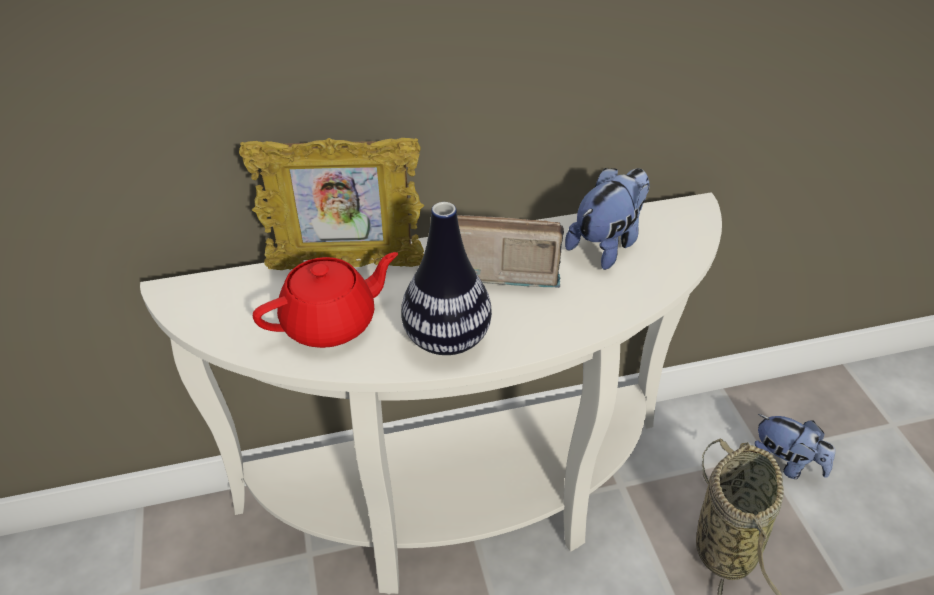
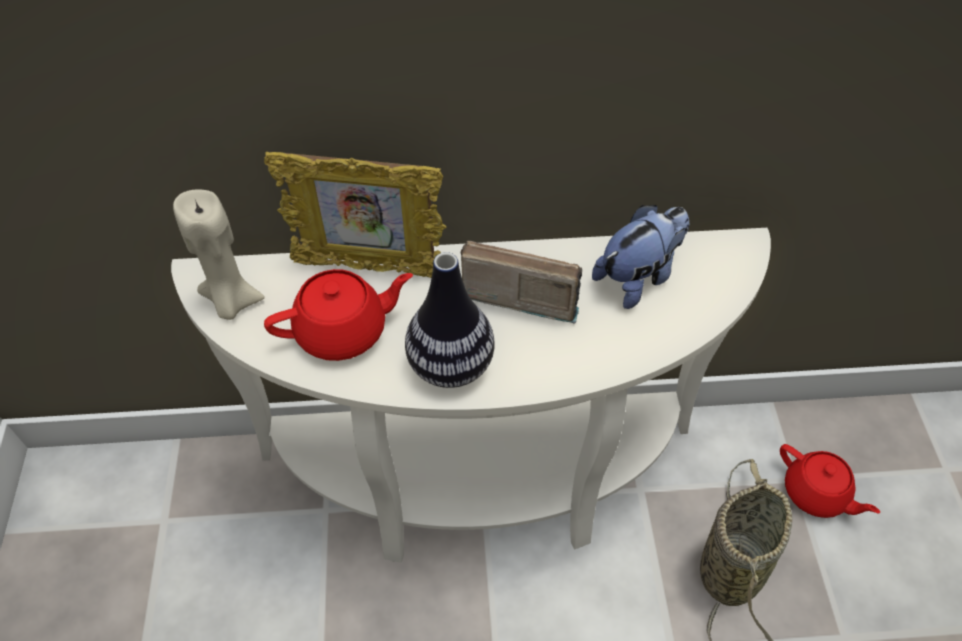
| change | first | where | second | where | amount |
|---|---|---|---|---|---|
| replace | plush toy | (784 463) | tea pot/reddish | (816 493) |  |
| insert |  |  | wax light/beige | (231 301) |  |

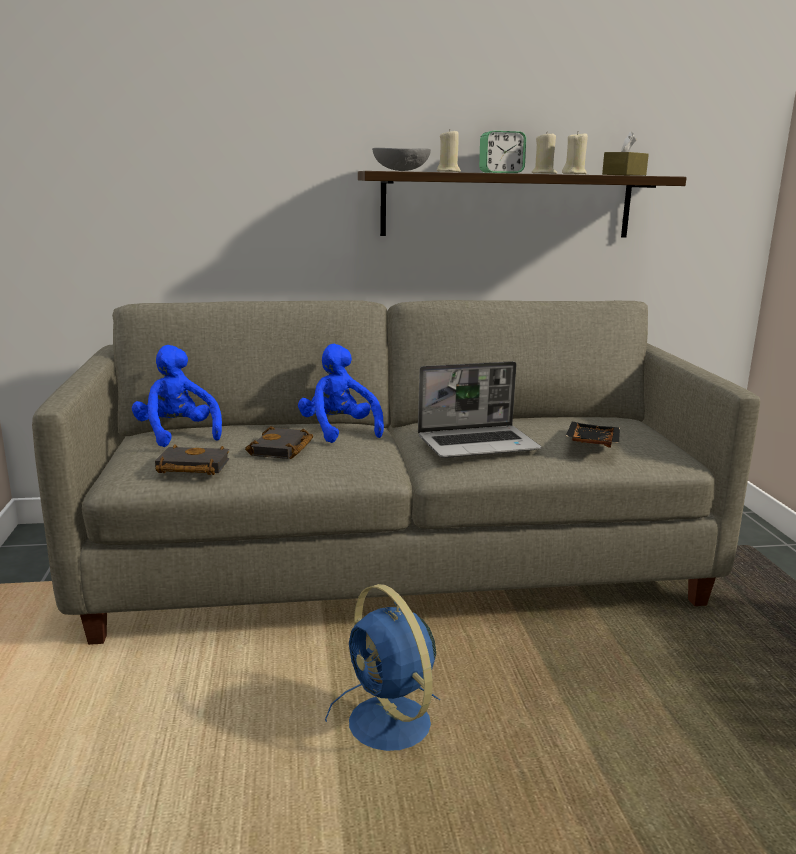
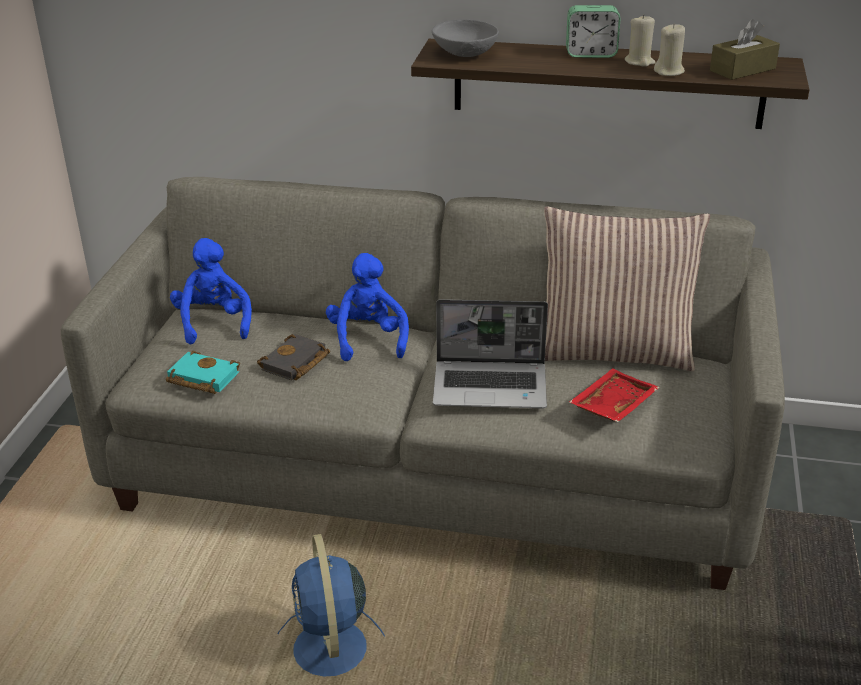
| change | first | where | second | where | amount |
|---|---|---|---|---|---|
| delete | wax light/beige | (448 171) |  |  |  |
| recolor | tray/blackish | (590 443) | tray/reddish | (612 405) |  |
| recolor | bound book/blackish | (190 467) | bound book/turquoise | (201 378) |  |
| insert |  |  | cushion | (613 351) |  |

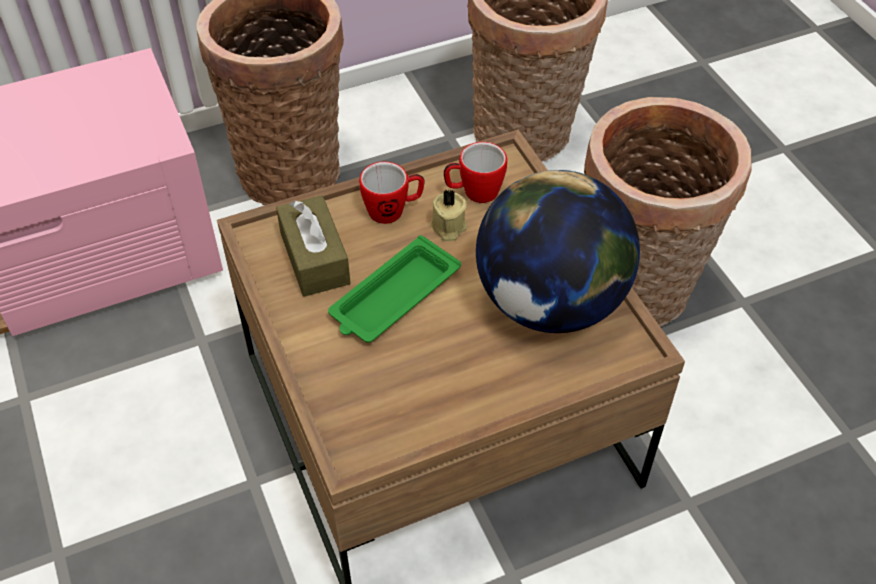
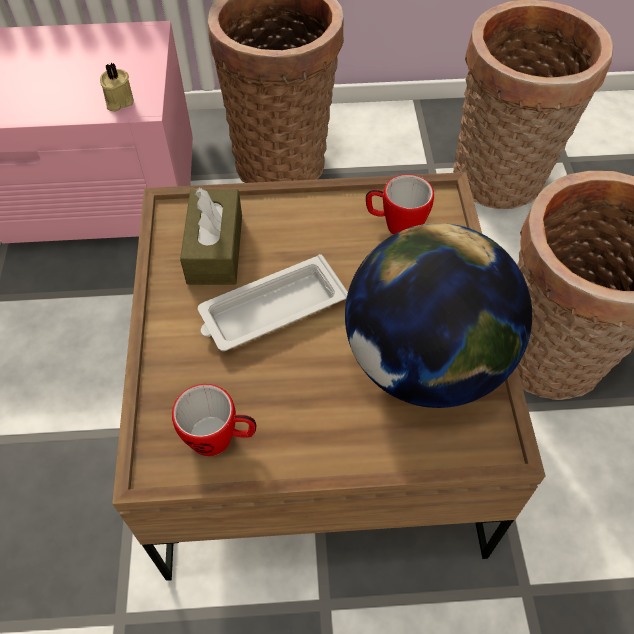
| change | first | where | second | where | amount |
|---|---|---|---|---|---|
| move | coffee mug | (393 210) |  | (220 438) |  |
| move | wax light/beige | (448 228) |  | (118 101) |  |
| recolor | tray/greenish | (393 297) | tray/white-coloured | (271 310) |  |

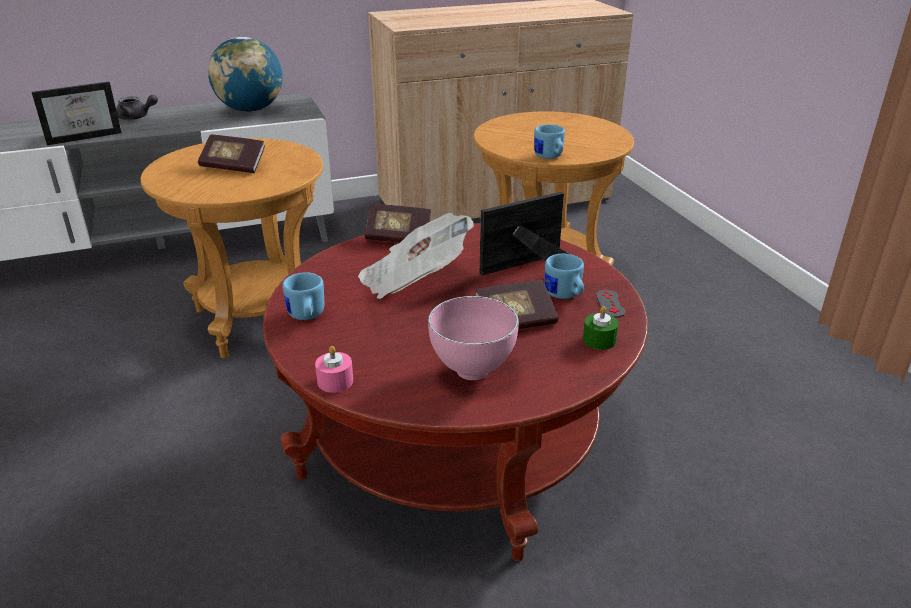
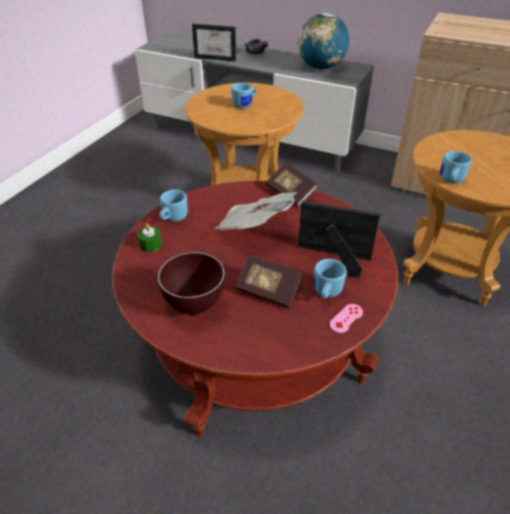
| change | first | where | second | where | amount |
|---|---|---|---|---|---|
| replace | bound book | (233 166) | coffee mug/blue-coloured | (245 104) |  |
| recolor | gamepad/gray | (610 304) | gamepad/pink-coloured | (346 318) |  |
| recolor | bowl/pink-coloured | (470 372) | bowl/brownish | (194 306) |  |
| move | wax light/greenish | (599 340) |  | (151 244) |  |
| delete | wax light/pink-coloured | (335 381) |  |  |  |

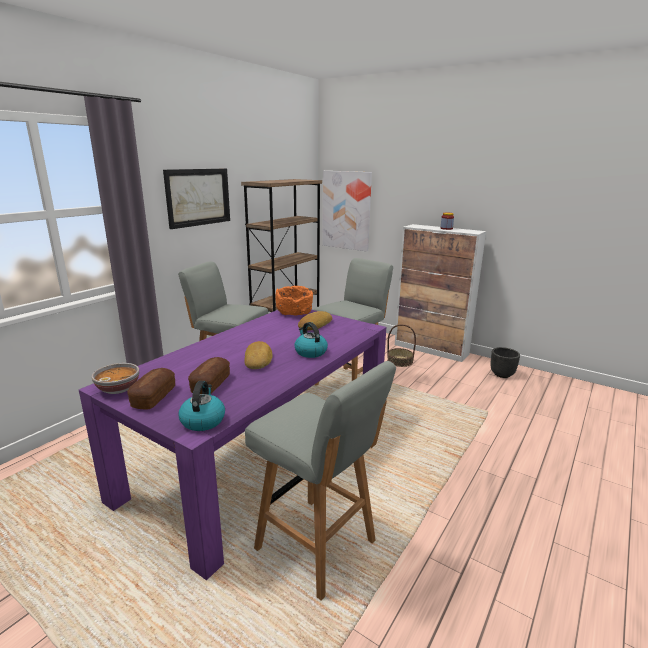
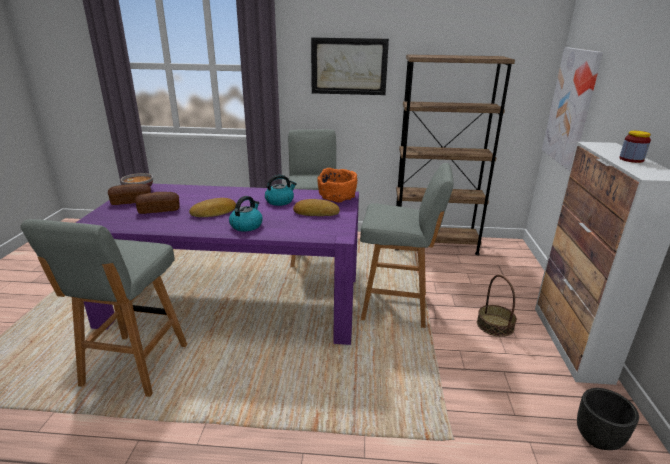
| change | first | where | second | where | amount |
|---|---|---|---|---|---|
| move | water kettle | (203 420) |  | (280 201) |  |

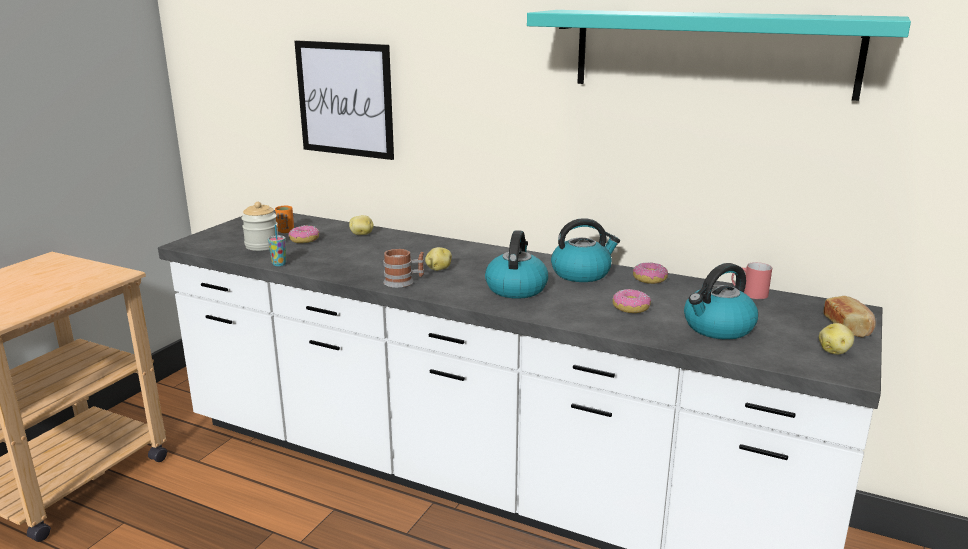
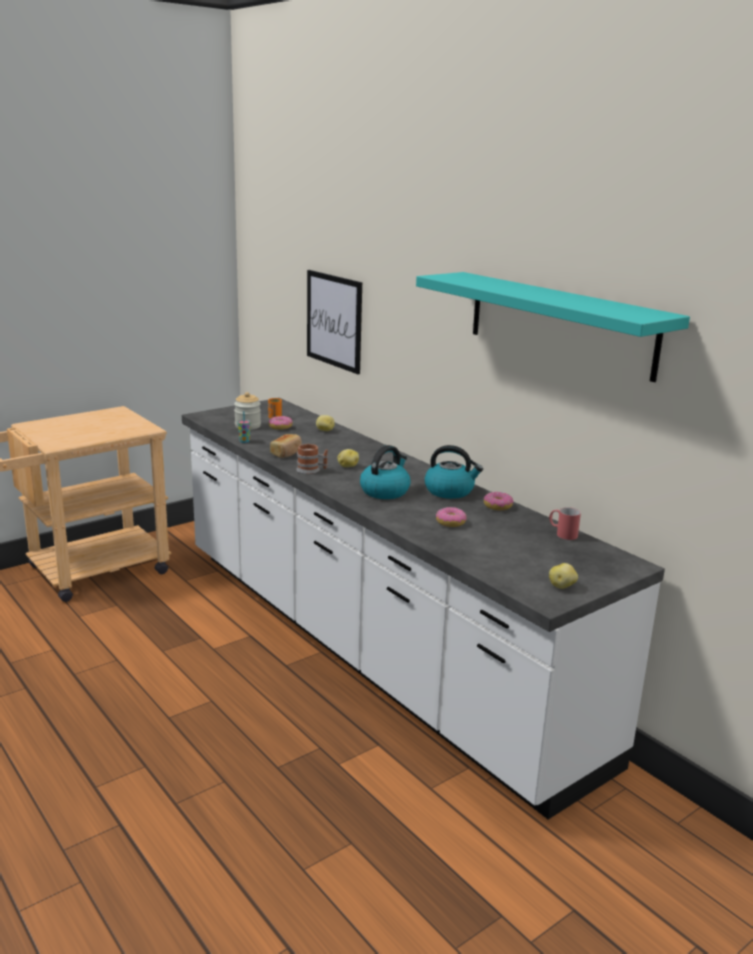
| change | first | where | second | where | amount |
|---|---|---|---|---|---|
| delete | water kettle | (717 328) |  |  |  |
| move | bakery bread | (848 327) |  | (287 453) |  |

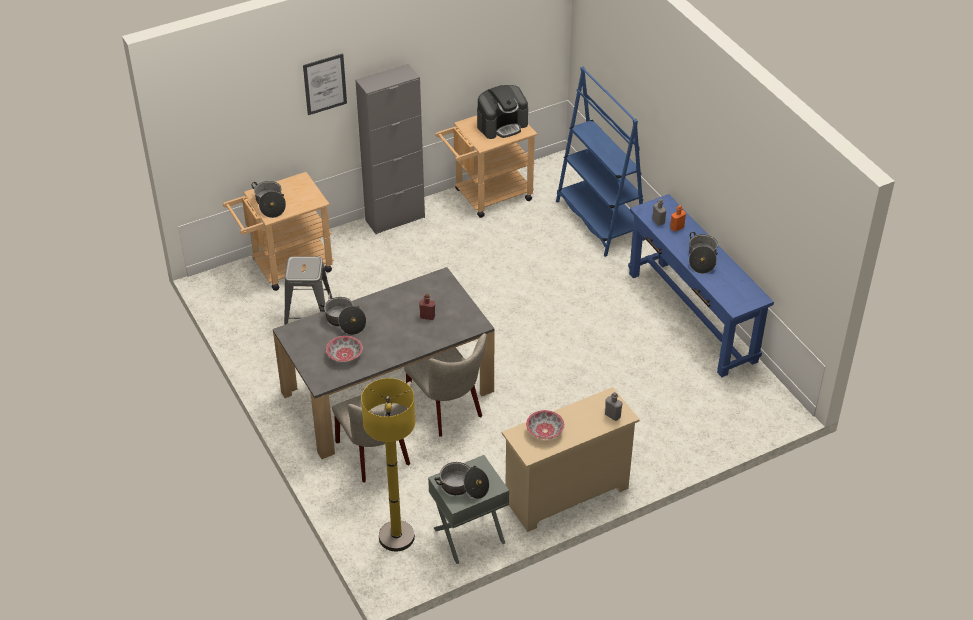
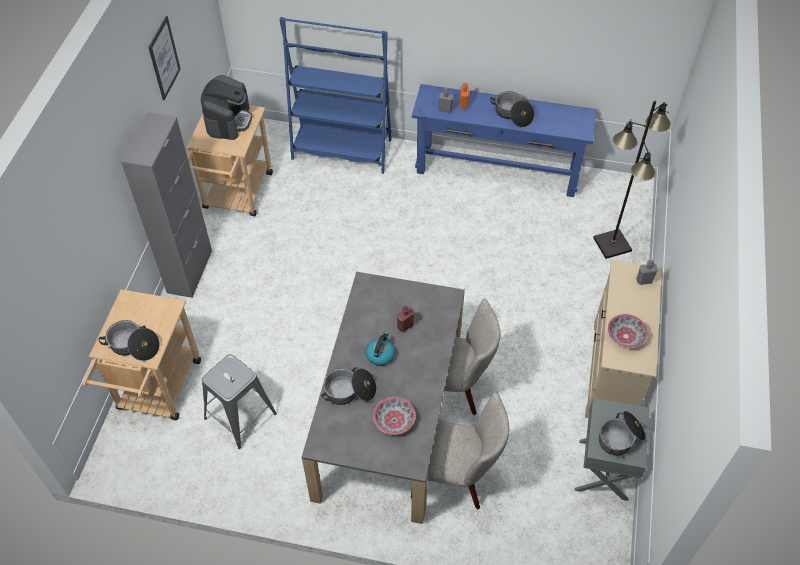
| change | first | where | second | where | amount |
|---|---|---|---|---|---|
| move | wall picture | (325 84) |  | (164 58) |  |
| delete | standard lamp/yellow | (396 537) |  |  |  |
| insert |  |  | standard lamp/blackish | (612 244) |  |
| insert |  |  | water kettle | (380 355) |  |

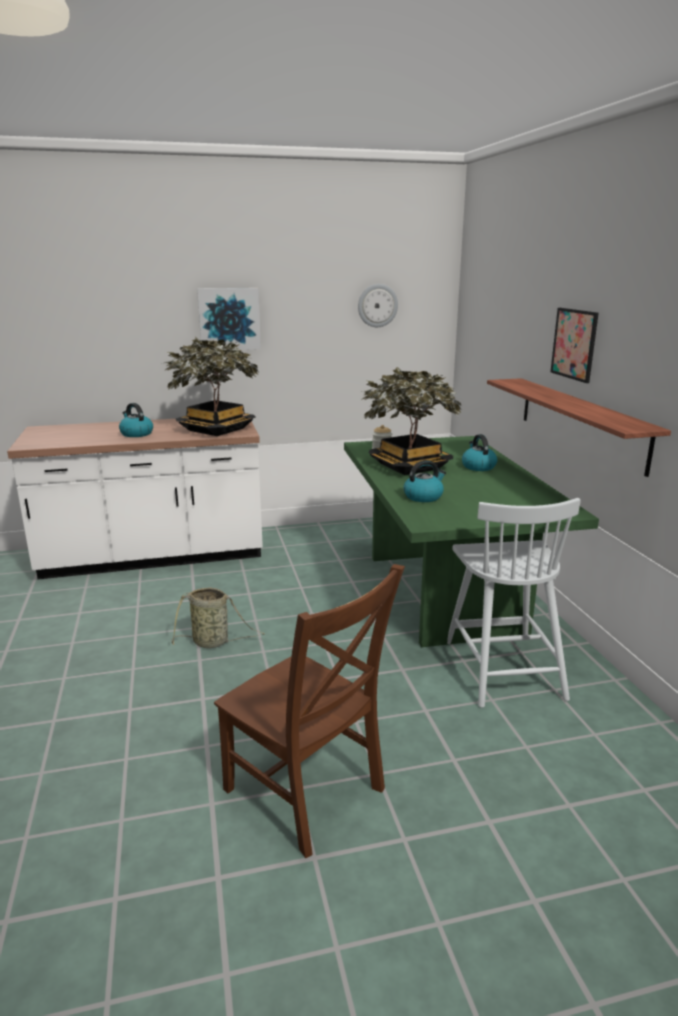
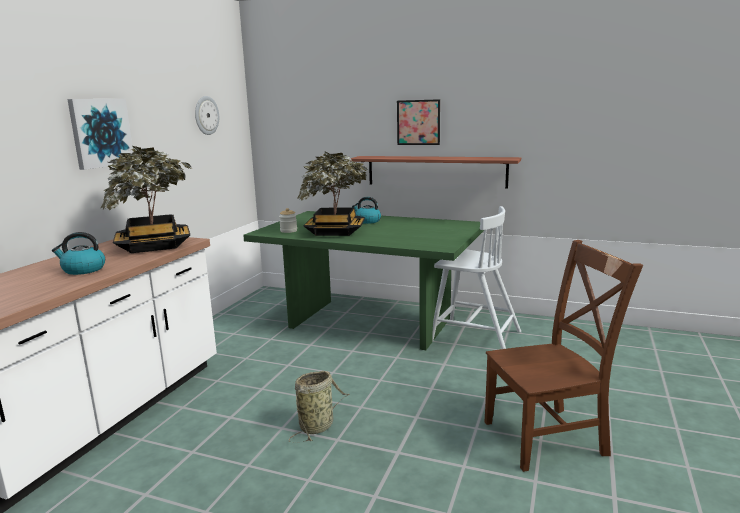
| change | first | where | second | where | amount |
|---|---|---|---|---|---|
| delete | water kettle | (423 496) |  |  |  |

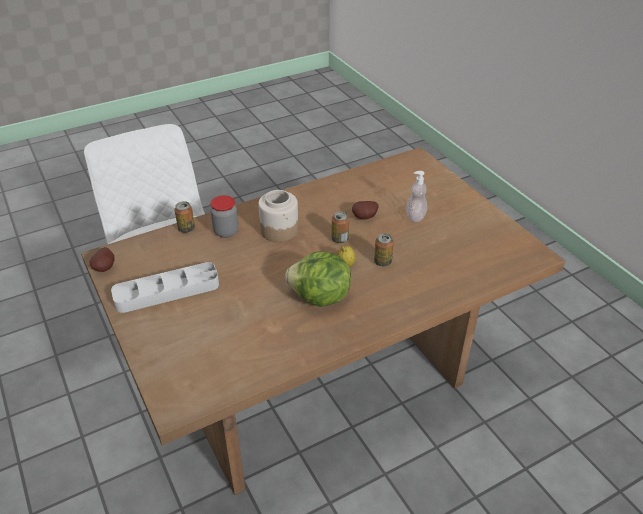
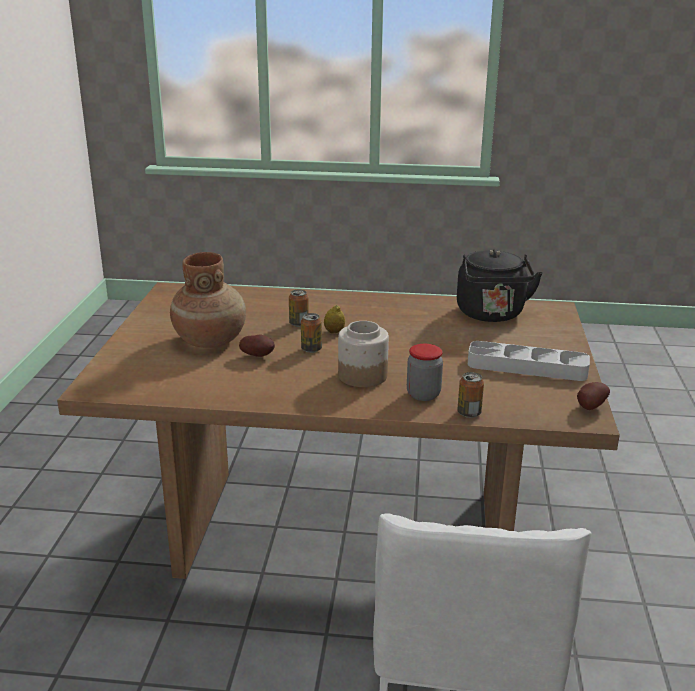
| change | first | where | second | where | amount |
|---|---|---|---|---|---|
| replace | liquid soap bottle | (415 217) | decorative vase/brownish | (210 340) |  |
| delete | lettuce head | (320 298) |  |  |  |
| insert |  |  | water kettle/blackish | (491 315) |  |

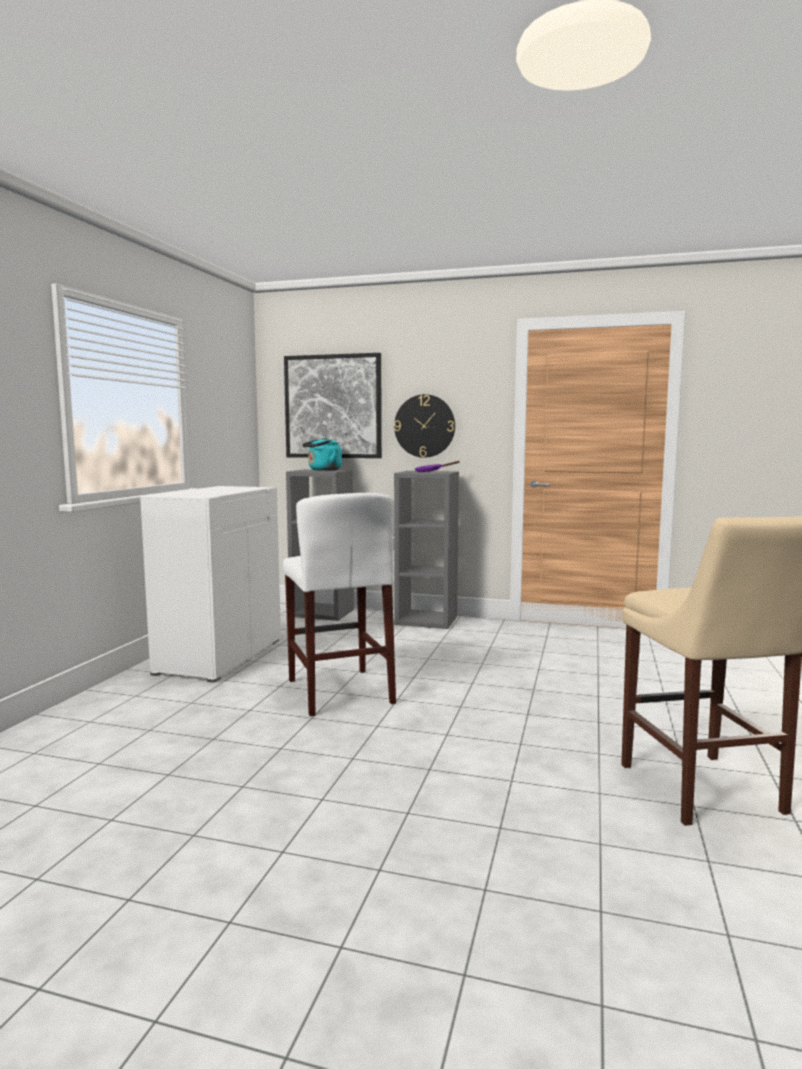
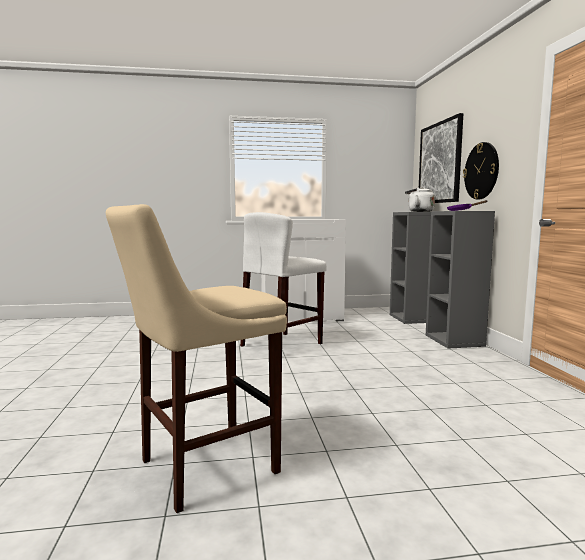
| change | first | where | second | where | amount |
|---|---|---|---|---|---|
| recolor | water kettle/turquoise | (323 470) | water kettle/white-coloured | (419 211) |  |

